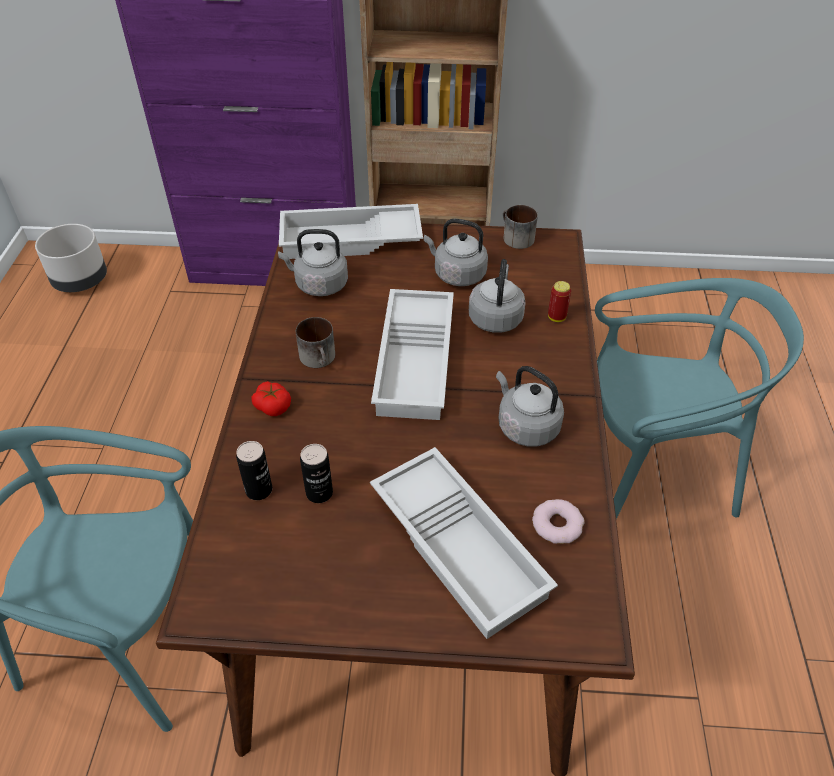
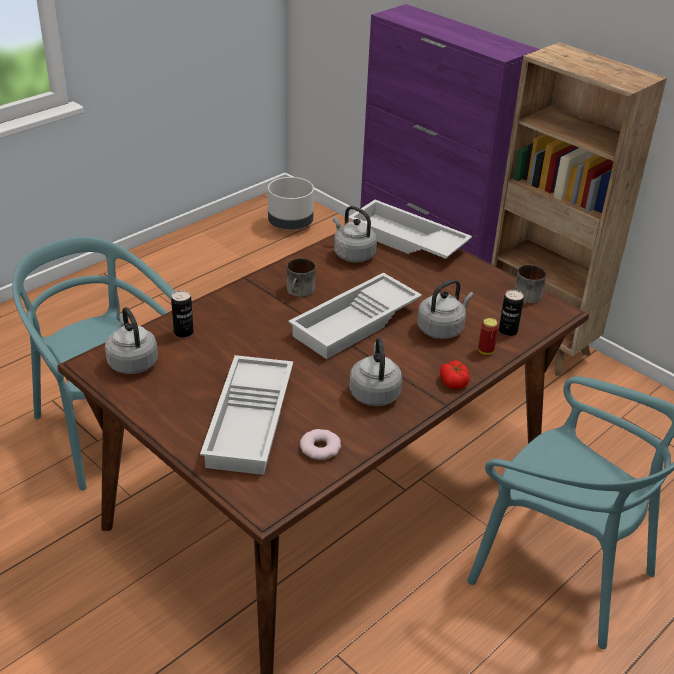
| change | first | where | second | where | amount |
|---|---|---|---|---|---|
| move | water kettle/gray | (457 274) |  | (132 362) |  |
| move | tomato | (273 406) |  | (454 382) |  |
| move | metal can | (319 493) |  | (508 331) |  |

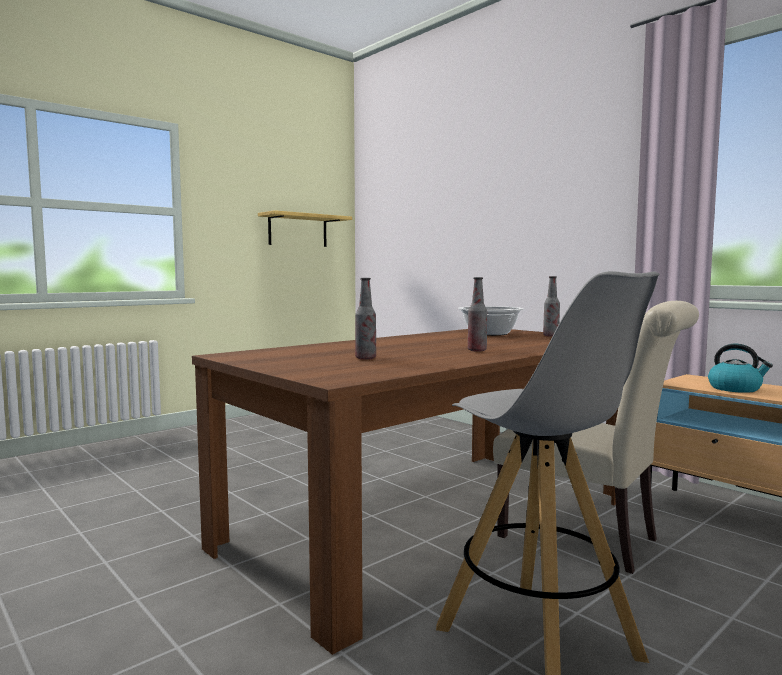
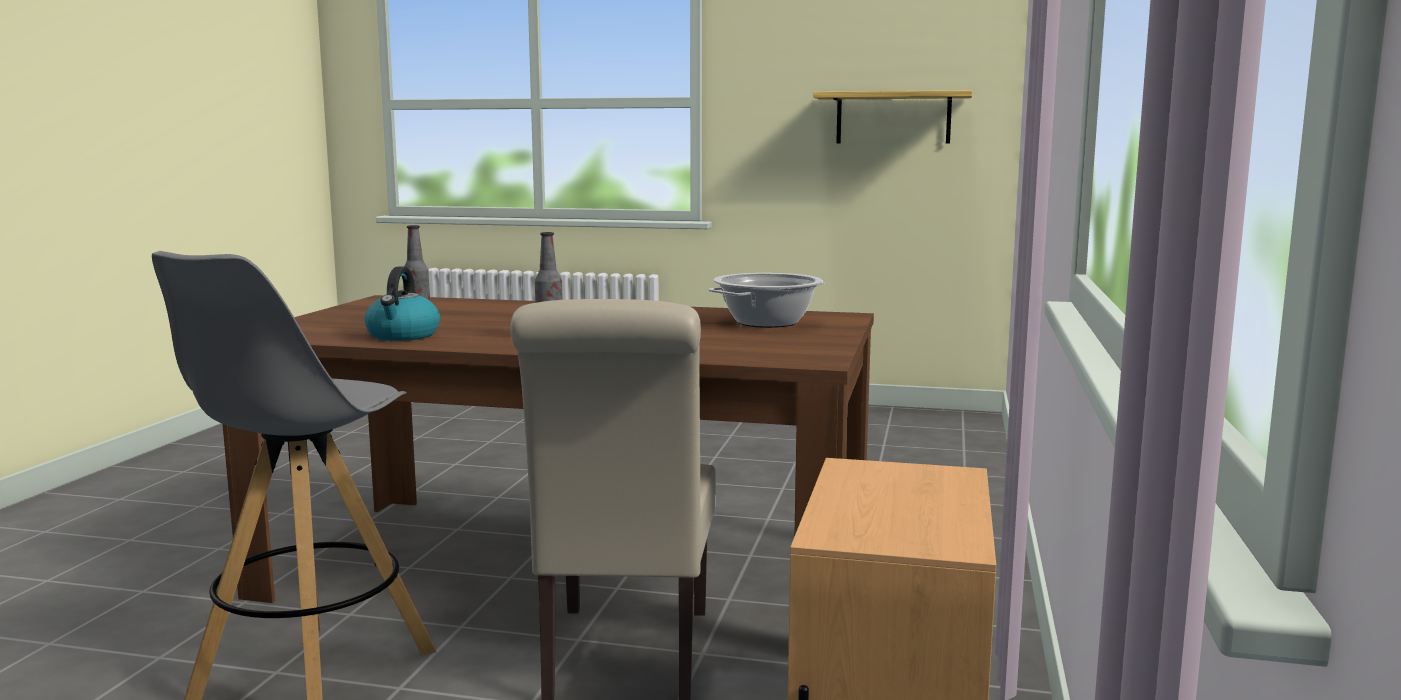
| change | first | where | second | where | amount |
|---|---|---|---|---|---|
| delete | beverage bottle | (551 336) |  |  |  |
| move | water kettle | (735 389) |  | (403 336) |  |

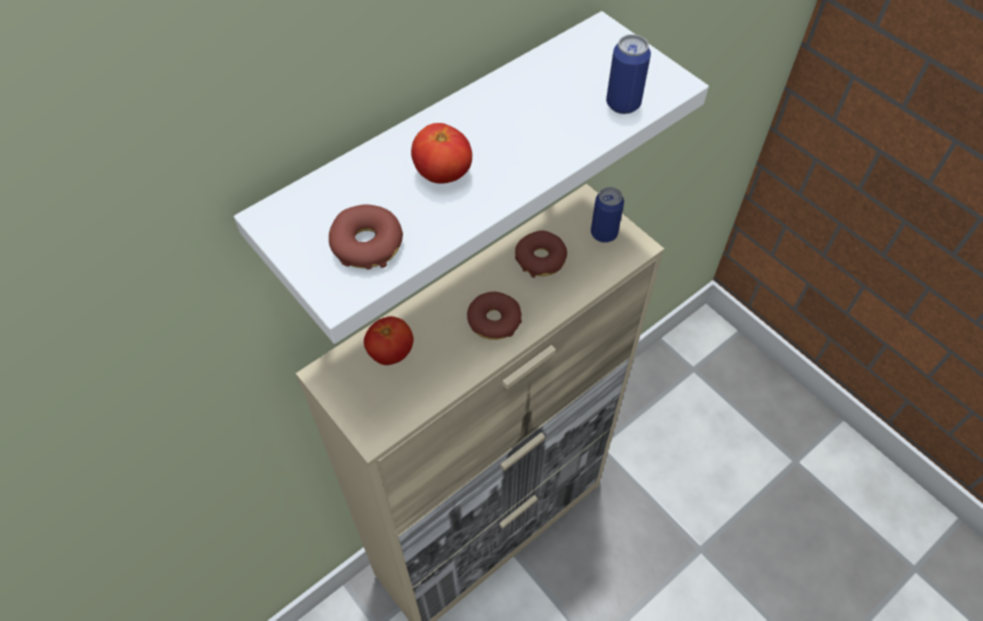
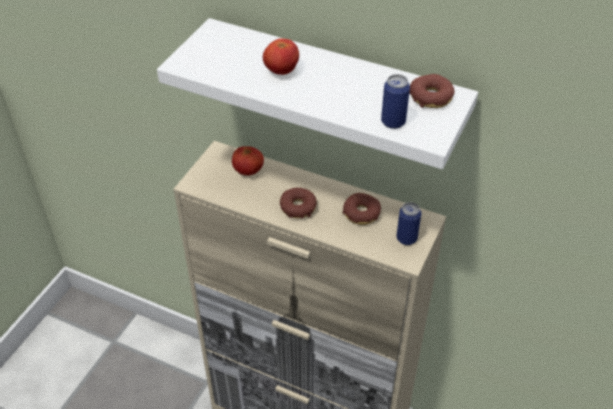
| change | first | where | second | where | amount |
|---|---|---|---|---|---|
| move | doughnut | (367 244) |  | (431 97) |  |

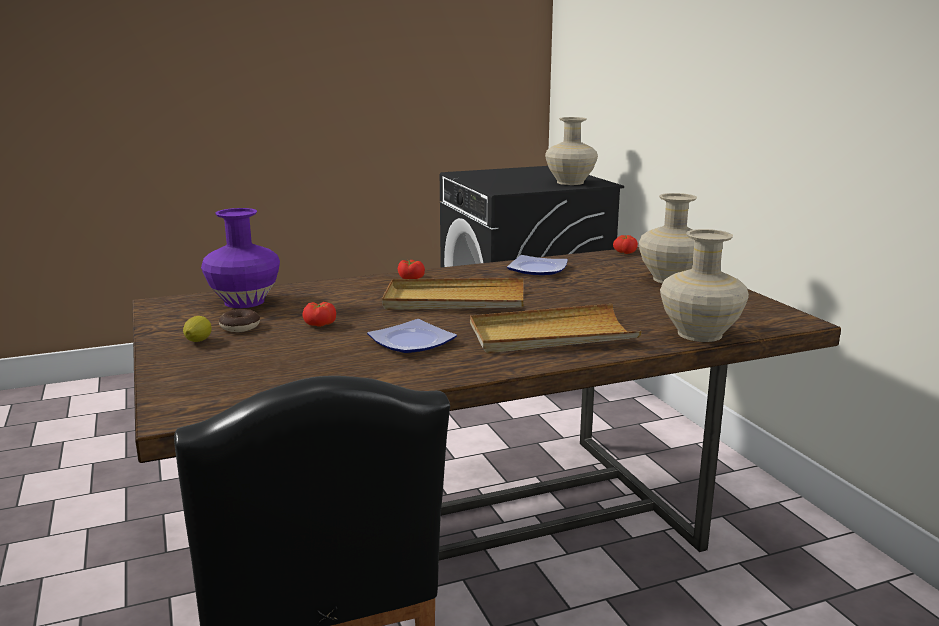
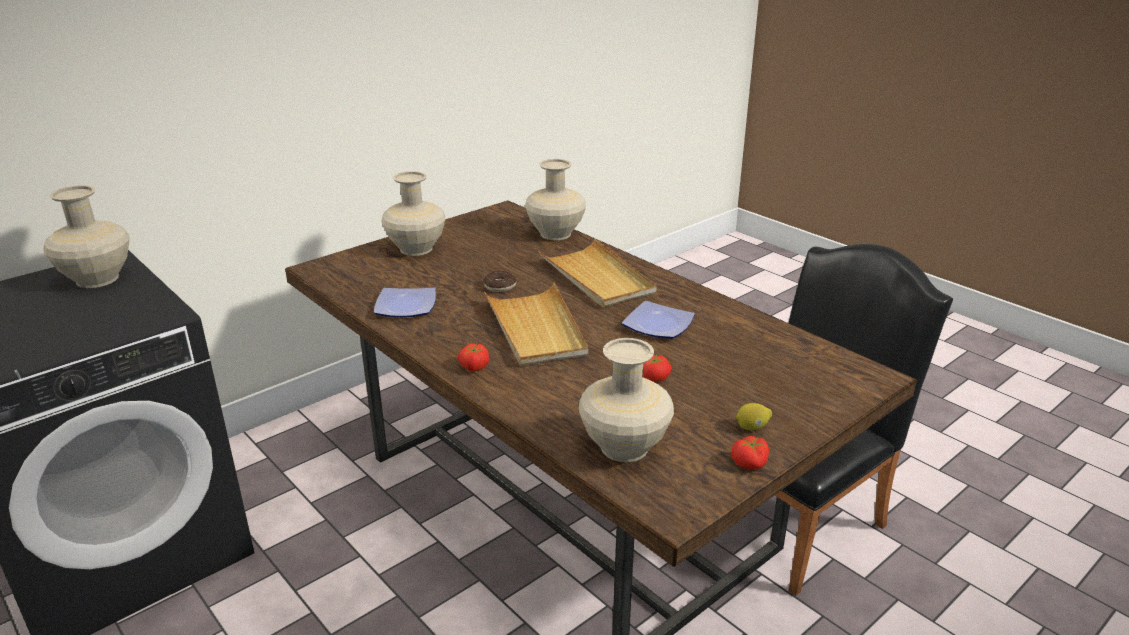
| change | first | where | second | where | amount |
|---|---|---|---|---|---|
| recolor | decorative vase/purplish | (245 302) | decorative vase/beige | (623 446) |  |
| move | tomato | (624 252) |  | (750 463) |  |
| move | doughnut | (240 327) |  | (500 286) |  |

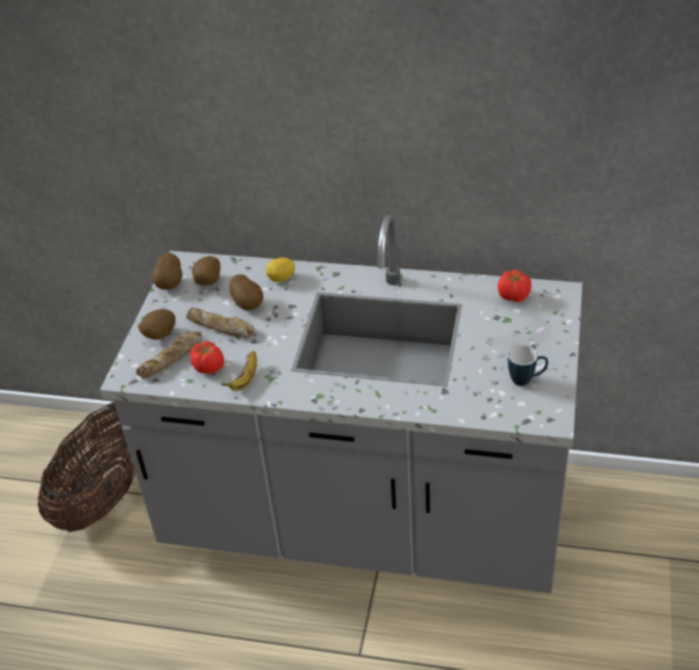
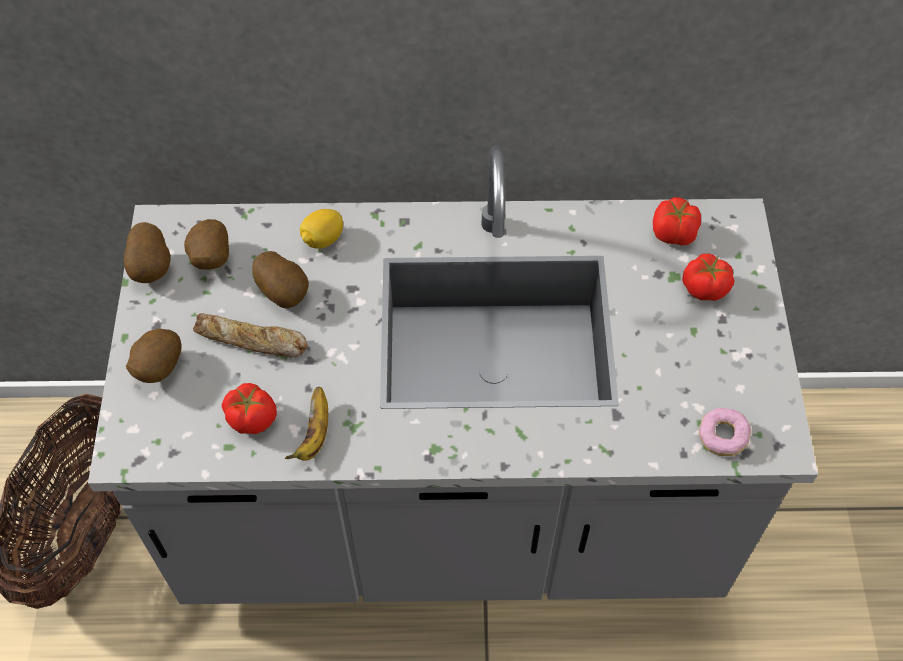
| change | first | where | second | where | amount |
|---|---|---|---|---|---|
| delete | bakery bread | (172 358) |  |  |  |
| delete | coffee mug | (526 380) |  |  |  |
| insert |  |  | tomato | (704 288) |  |
| insert |  |  | doughnut | (722 437) |  |

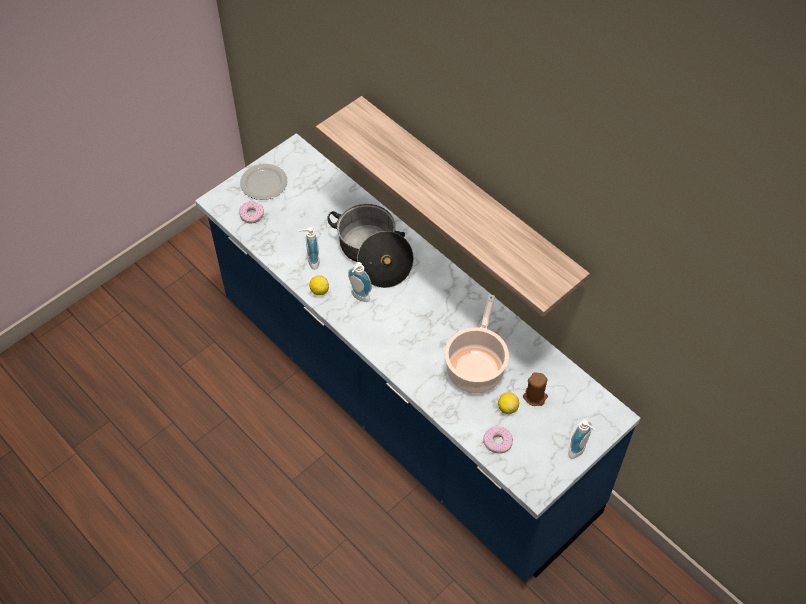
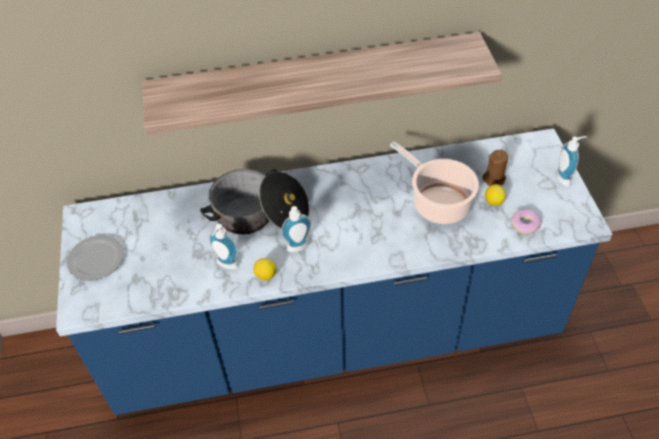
| change | first | where | second | where | amount |
|---|---|---|---|---|---|
| delete | doughnut | (252 215) |  |  |  |

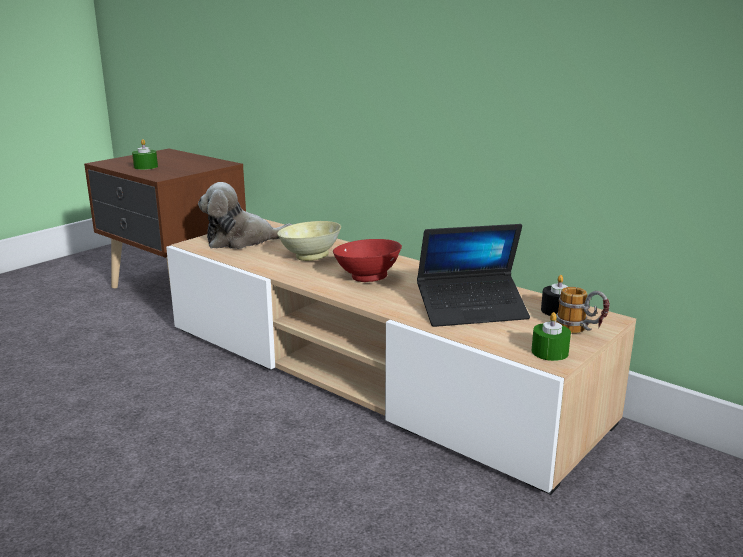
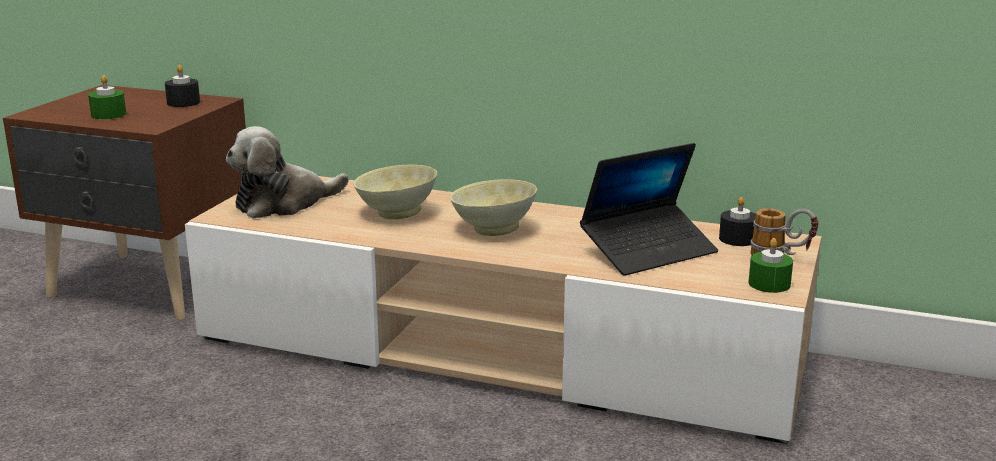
| change | first | where | second | where | amount |
|---|---|---|---|---|---|
| recolor | bowl/reddish | (367 277) | bowl/beige | (493 229) |  |
| insert |  |  | wax light/blackish | (183 102) |  |

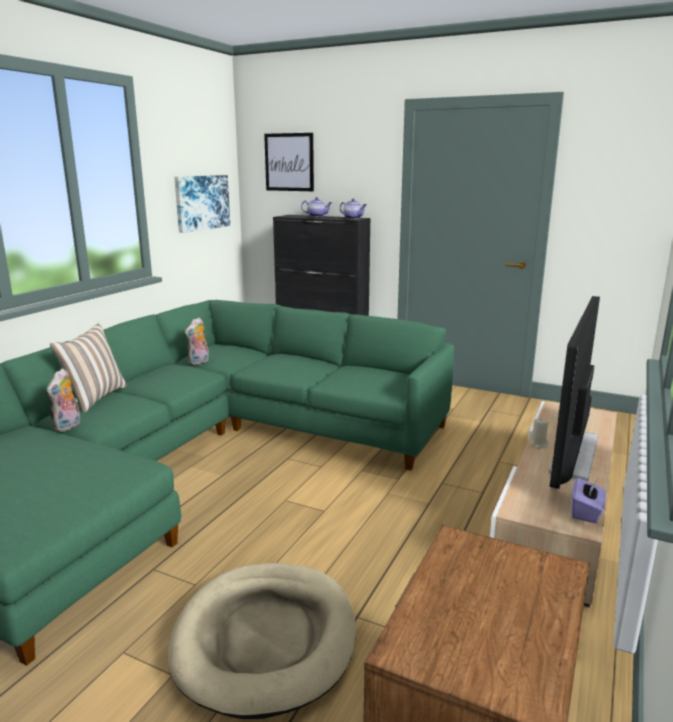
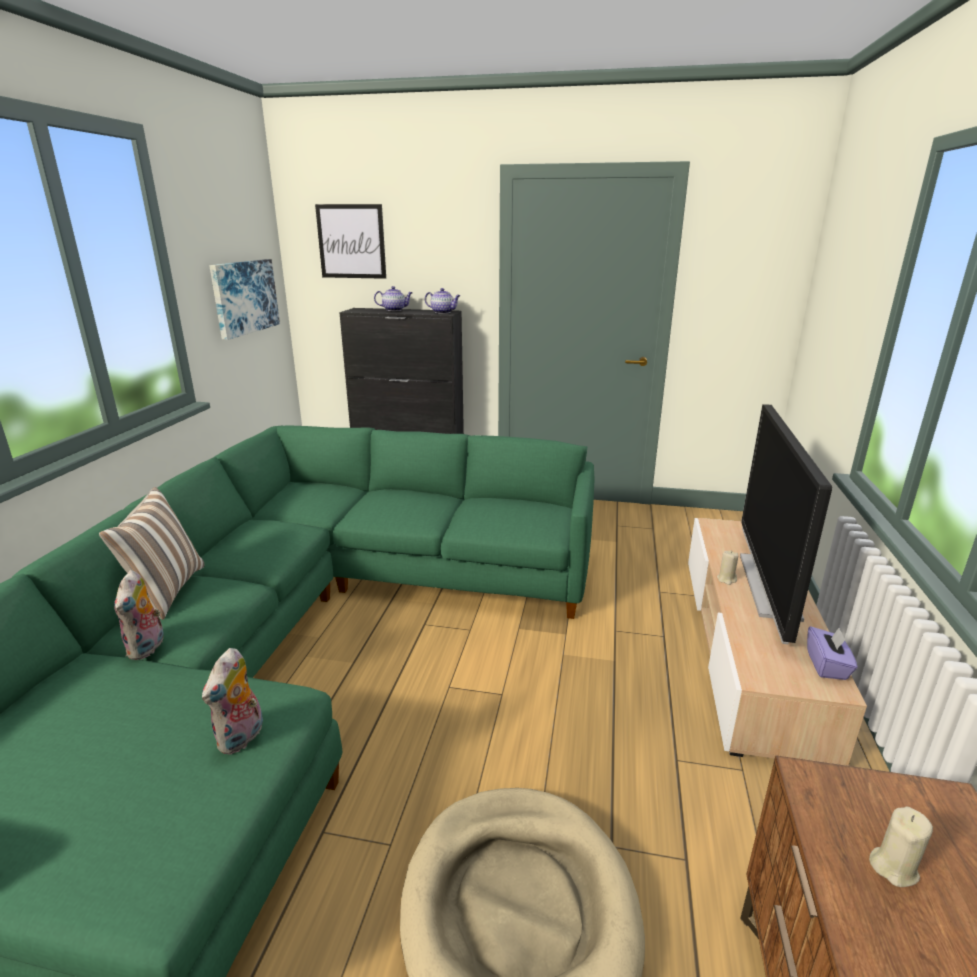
| change | first | where | second | where | amount |
|---|---|---|---|---|---|
| move | plush toy | (199 362) |  | (242 738) |  |
| insert |  |  | wax light/beige | (893 867) |  |

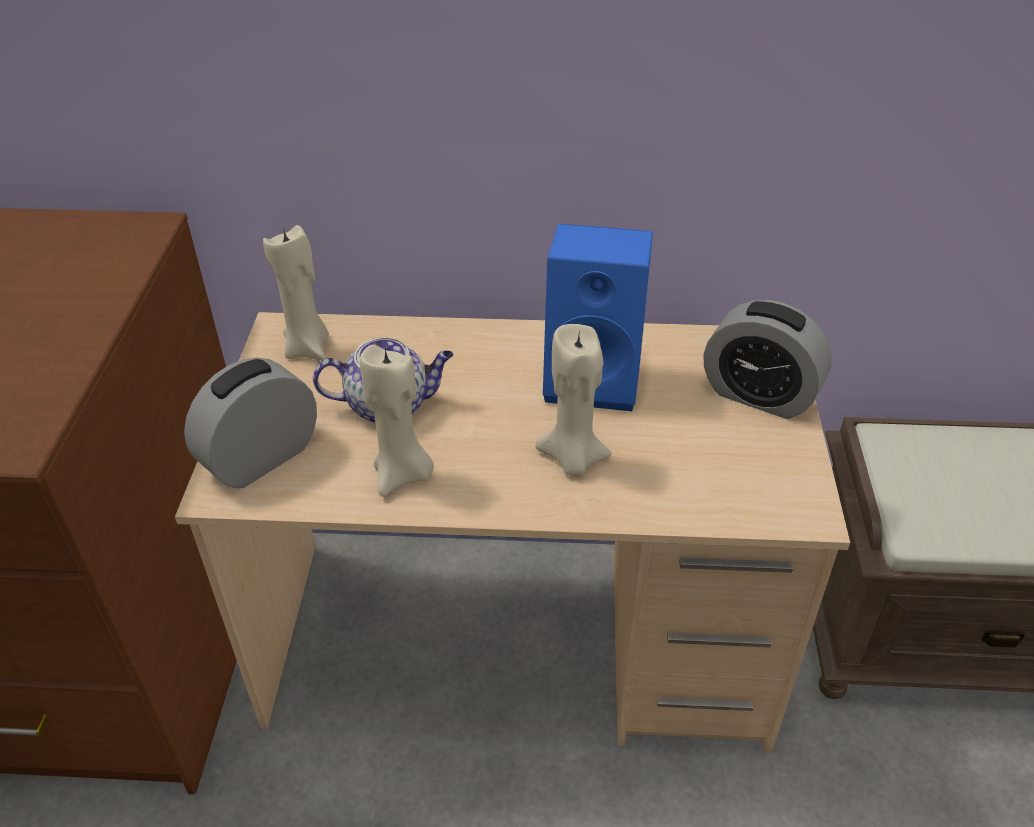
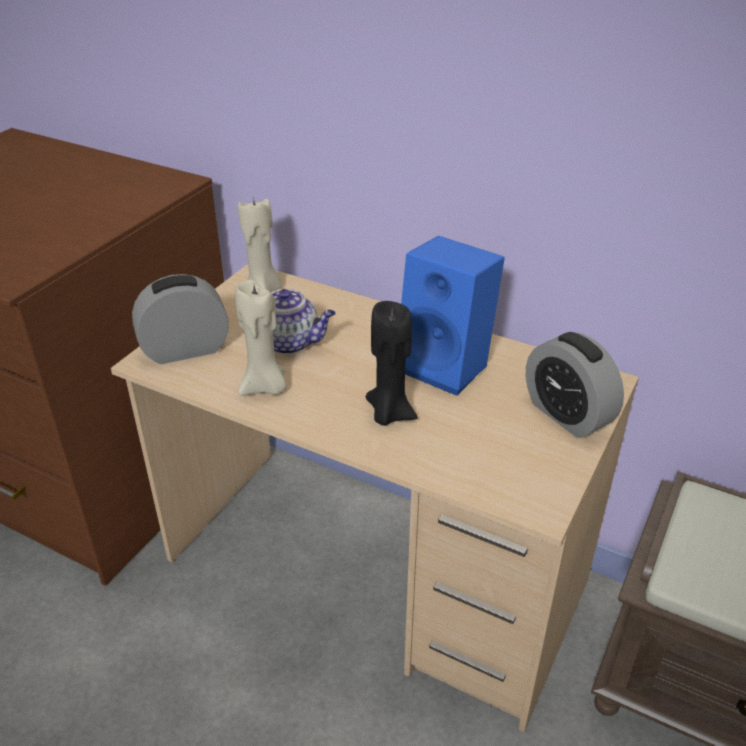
| change | first | where | second | where | amount |
|---|---|---|---|---|---|
| recolor | wax light/beige | (573 459) | wax light/blackish | (389 414) |  |

